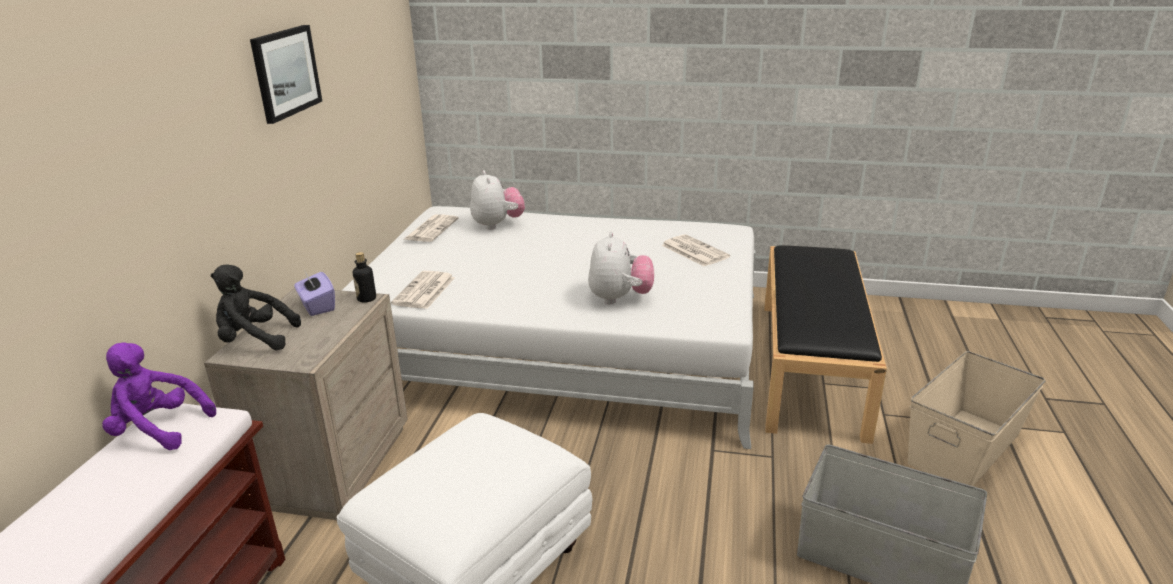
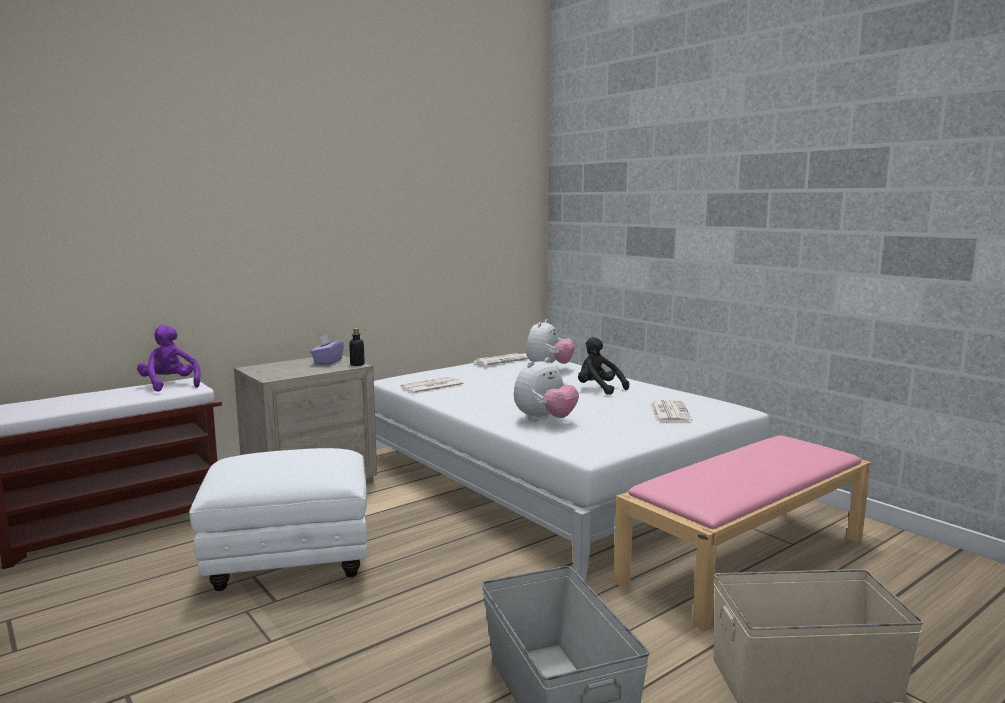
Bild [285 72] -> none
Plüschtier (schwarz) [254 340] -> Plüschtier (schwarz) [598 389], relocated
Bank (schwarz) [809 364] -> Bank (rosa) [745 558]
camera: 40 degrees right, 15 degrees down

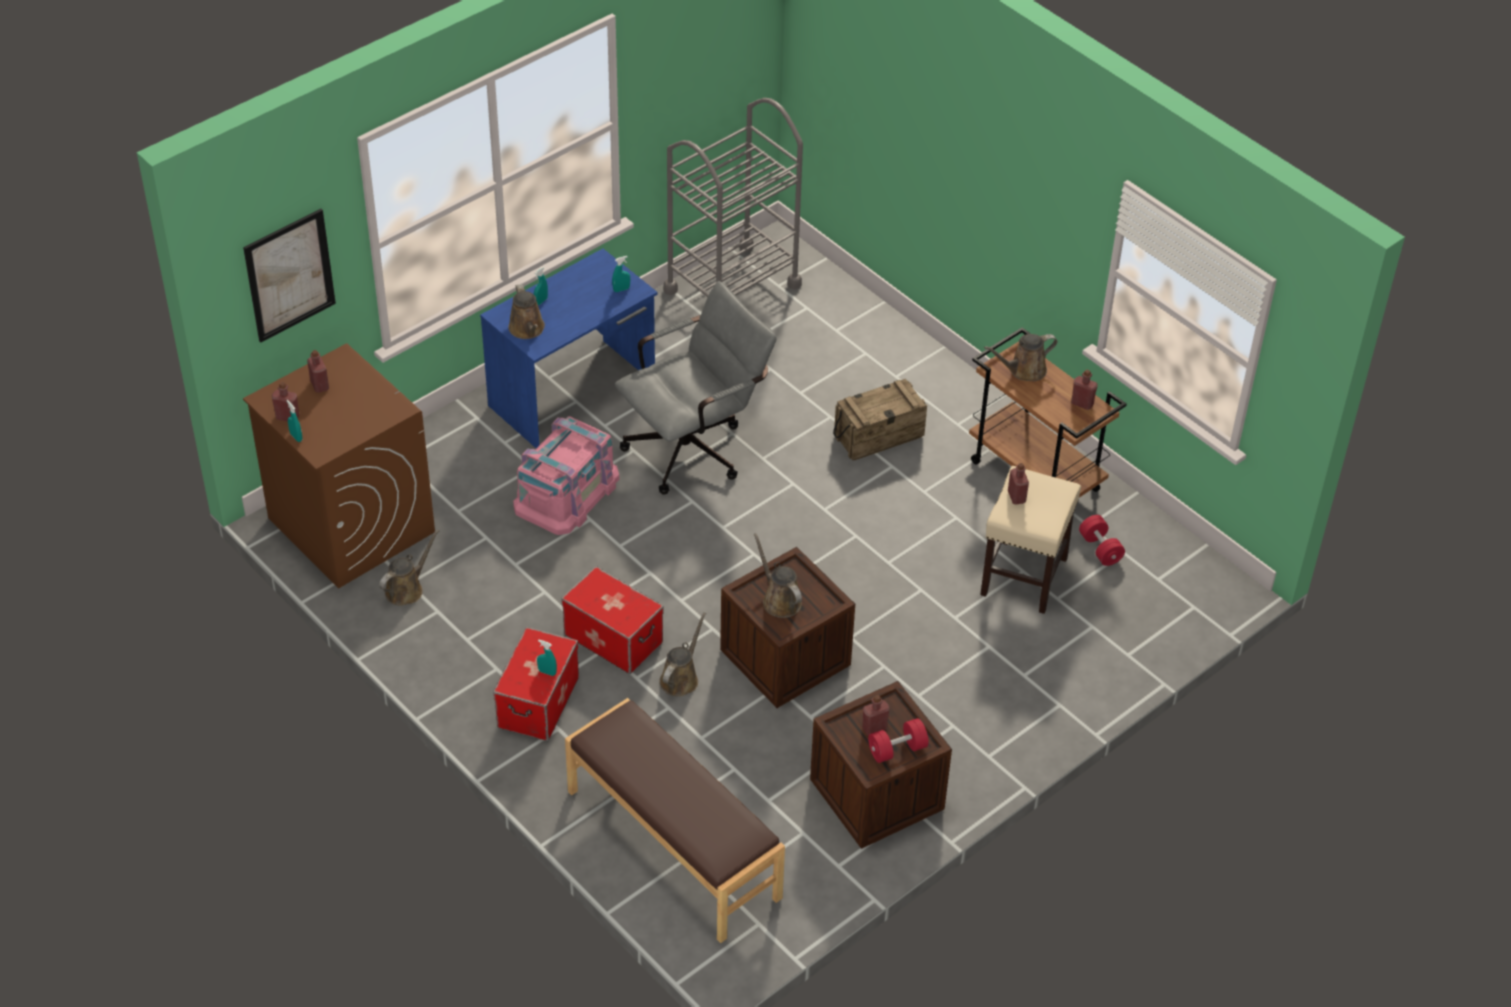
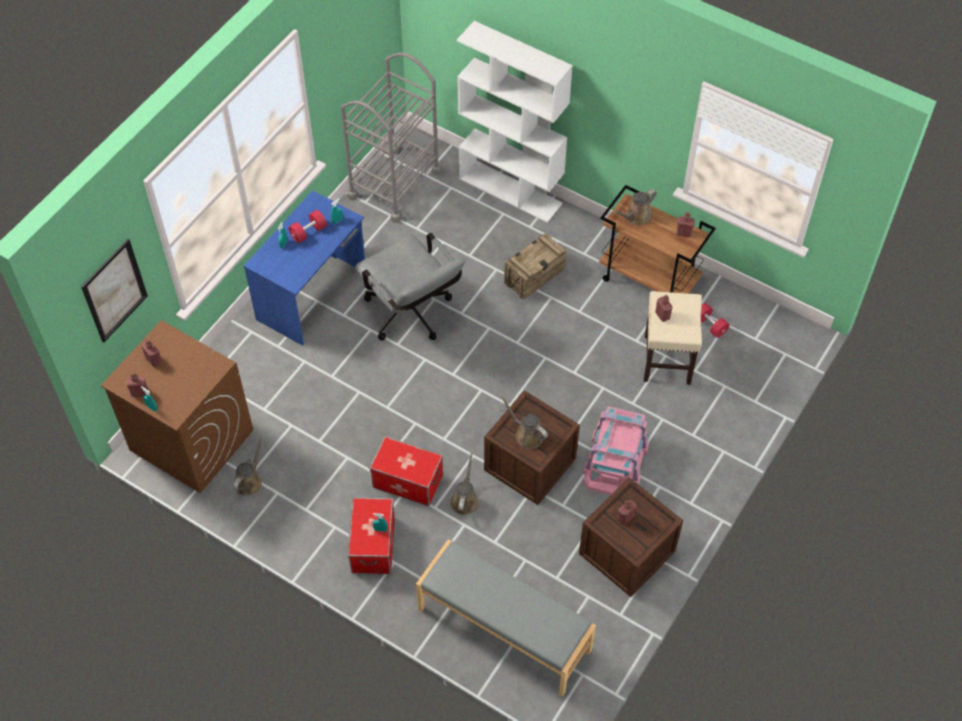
Gießkanne (braun) [527 329] -> none
none -> Bücherregal (weiß) [511 191]
Aufbewahrungsbox (rosa) [566 492] -> Aufbewahrungsbox (rosa) [615 460], relocated
Hantel (rot) [897 749] -> Hantel (rot) [308 232], relocated
Bank (braun) [672 845] -> Bank (grau) [503 630]
Bürostuhl (grau) [695 447] -> Bürostuhl (grau) [412 316], 105 degrees clockwise
camera: 15 degrees left, 10 degrees up

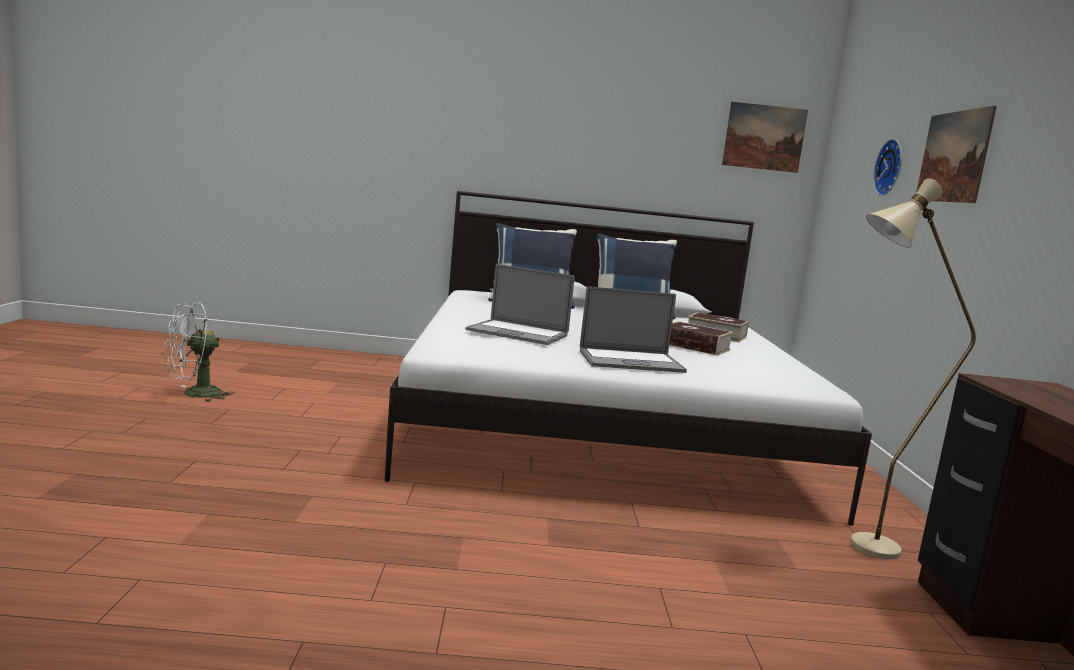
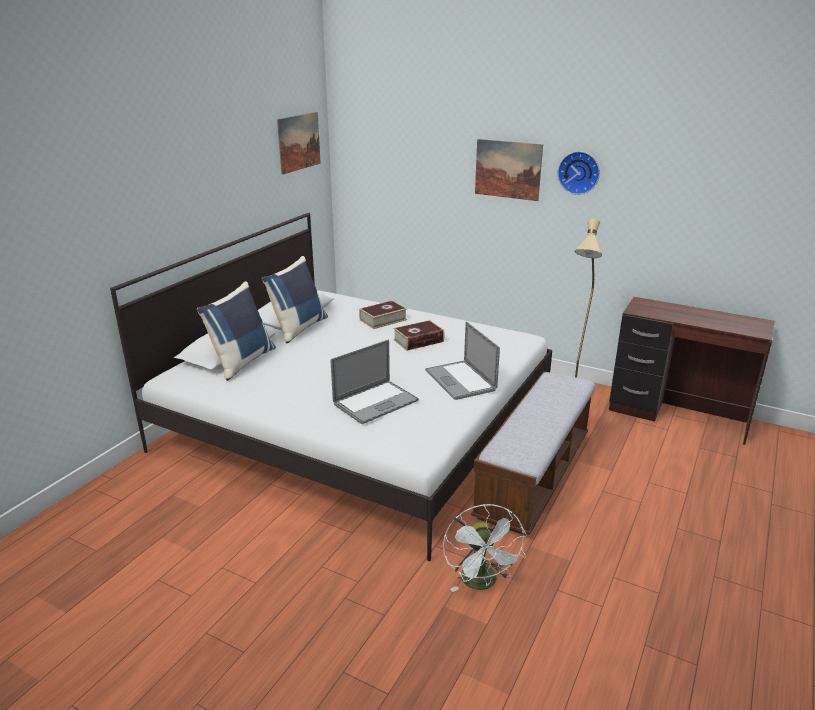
none -> Bank [534 476]
Ventilator (weiß) [194 394] -> Ventilator (weiß) [482 583], relocated
Wanduhr [891 168] -> Wanduhr [579 172], relocated
Laptop [630 361] -> Laptop [460 380], 135 degrees clockwise
camera: 60 degrees left, 15 degrees up

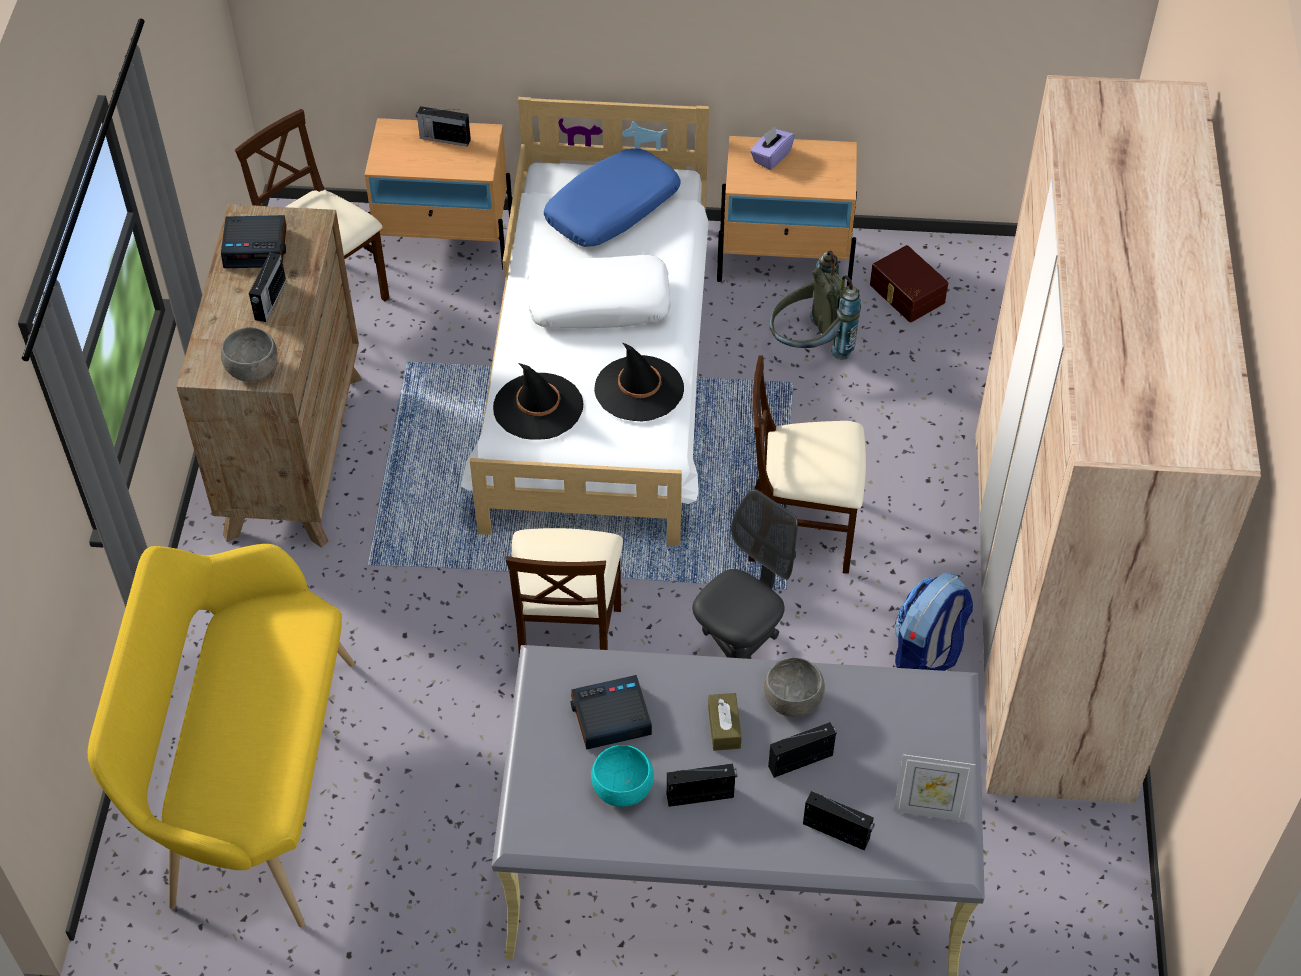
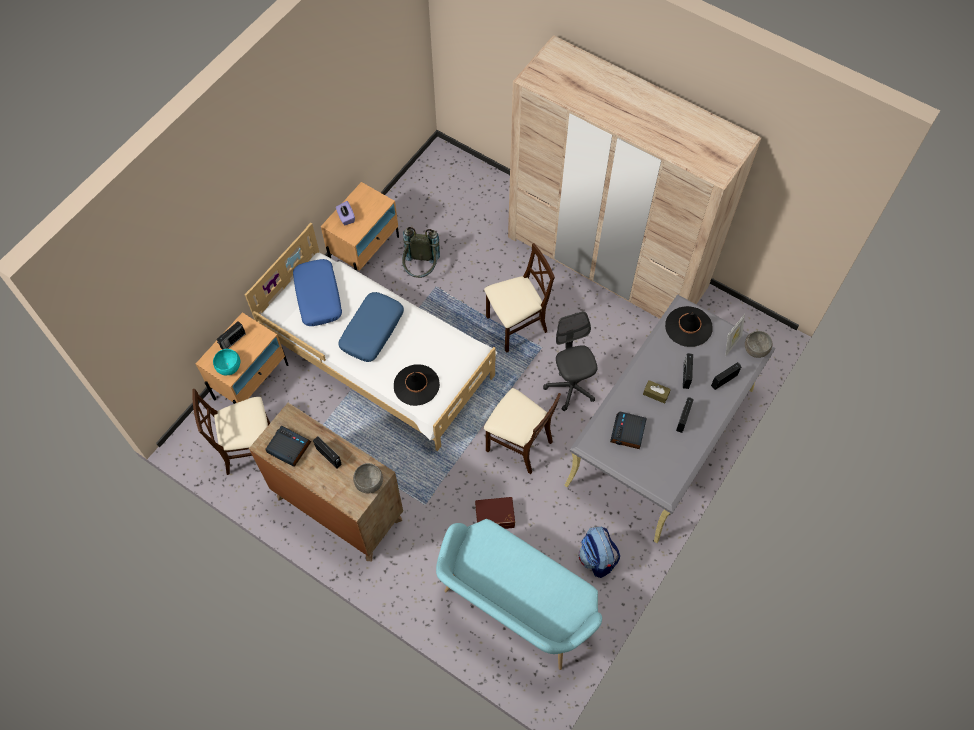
Schüssel (türkis) [622 788] -> Schüssel (türkis) [229 367], relocated
Hut (schwarz) [639 389] -> Hut (schwarz) [688 327], relocated
Schüssel (grau) [793 700] -> Schüssel (grau) [755 349], relocated
Aufbewahrungsbox (braun) [906 294] -> Aufbewahrungsbox (braun) [495 517], relocated
Rucksack [927 653] -> Rucksack [597 558], relocated
Bank (gelb) [250 784] -> Bank (türkis) [515 608]
Kissen (weiß) [599 302] -> Kissen (blau) [372 330]
Wecker [256 247] -> Wecker [288 448], 90 degrees counterclockwise
Stuhl (beige) [802 531] -> Stuhl (beige) [516 326], 150 degrees counterclockwise
camera: 60 degrees left, 10 degrees up

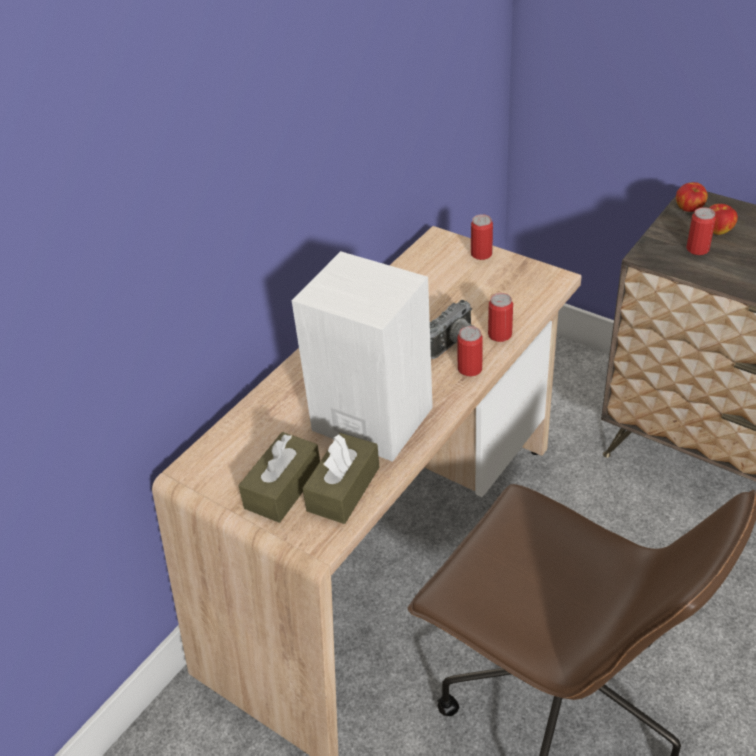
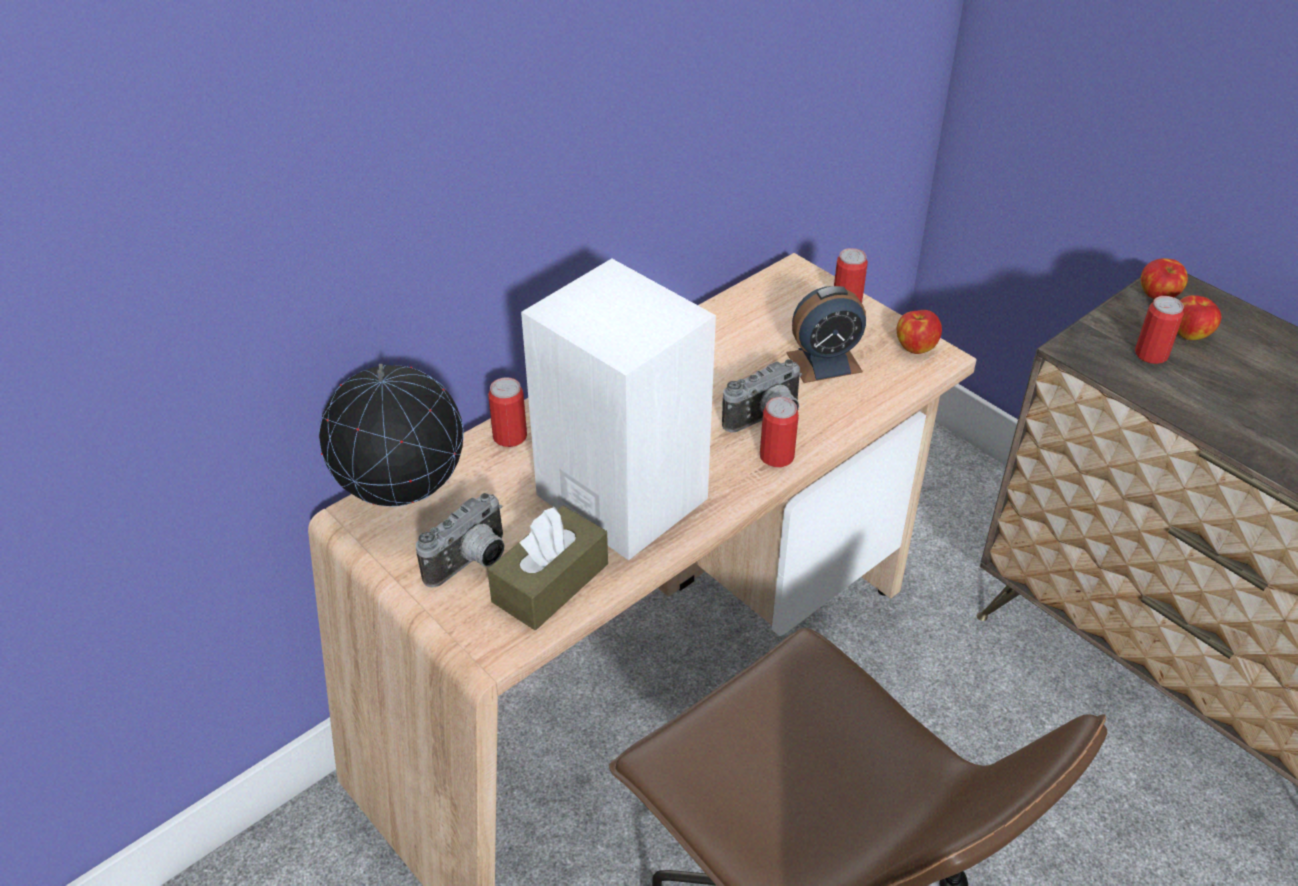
none -> Globus [403 500]
none -> Wecker [824 362]
none -> Apfel [915 347]
Dose [500 335] -> Dose [510 436], relocated
Taschentuchbox (braun) [283 487] -> Kamera [472 563]
camera: 10 degrees right, 0 degrees up

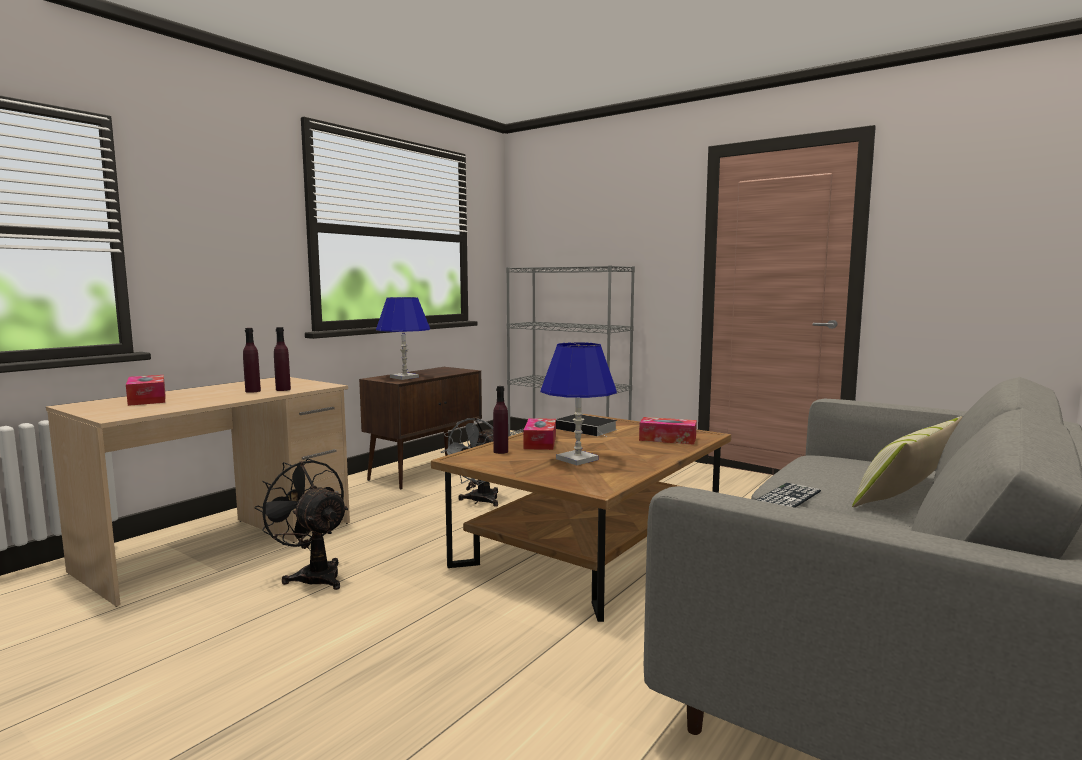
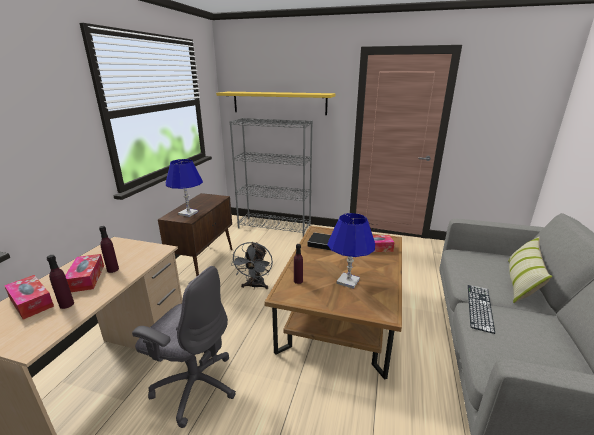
none -> Wandregal (gelb) [279 103]
Flasche (lila) [283 389] -> Flasche (lila) [66 304], relocated
Taschentuchbox [540 442] -> Taschentuchbox [86 278], relocated
Ventilator (schwarz) [313 575] -> Bürostuhl (grau) [195 385]
camera: 20 degrees left, 15 degrees up

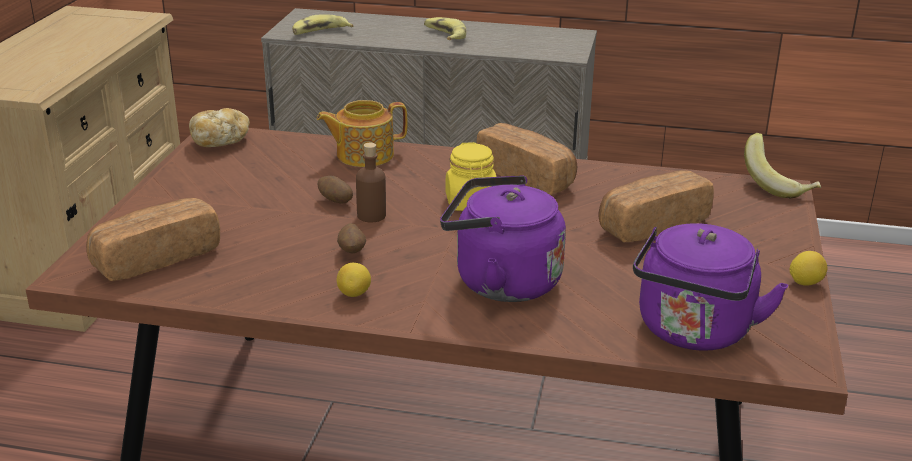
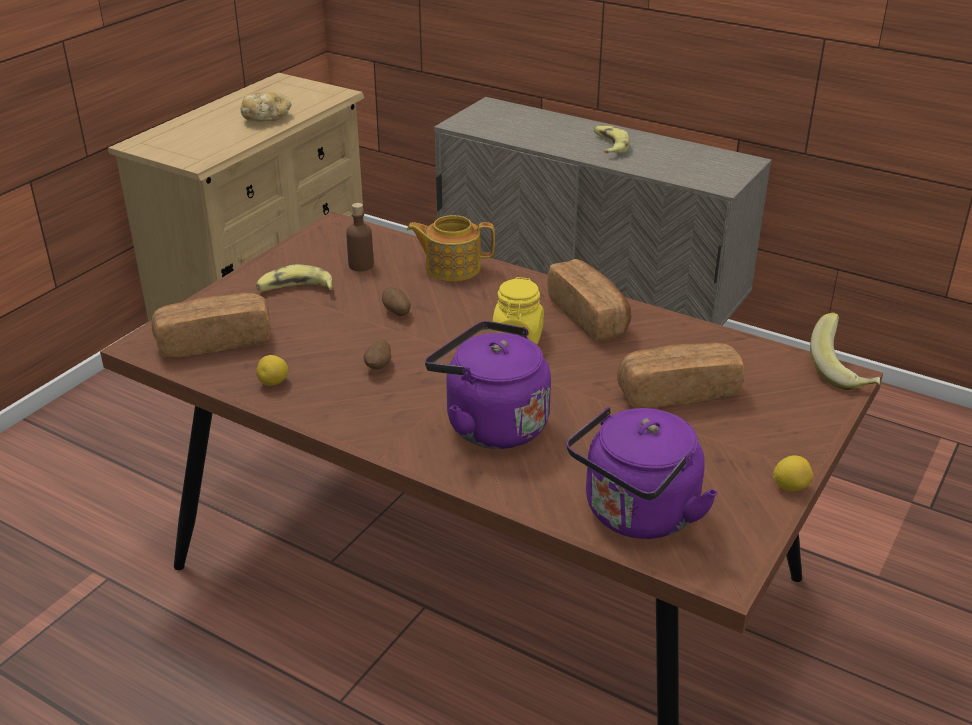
Brot [220 141] -> Brot [266 118], relocated
Banane [320 32] -> Banane [295 289], relocated
Zitrone [354 294] -> Zitrone [274 383], relocated
Flasche (braun) [371 215] -> Flasche (braun) [361 265], relocated
camera: 20 degrees right, 5 degrees up

